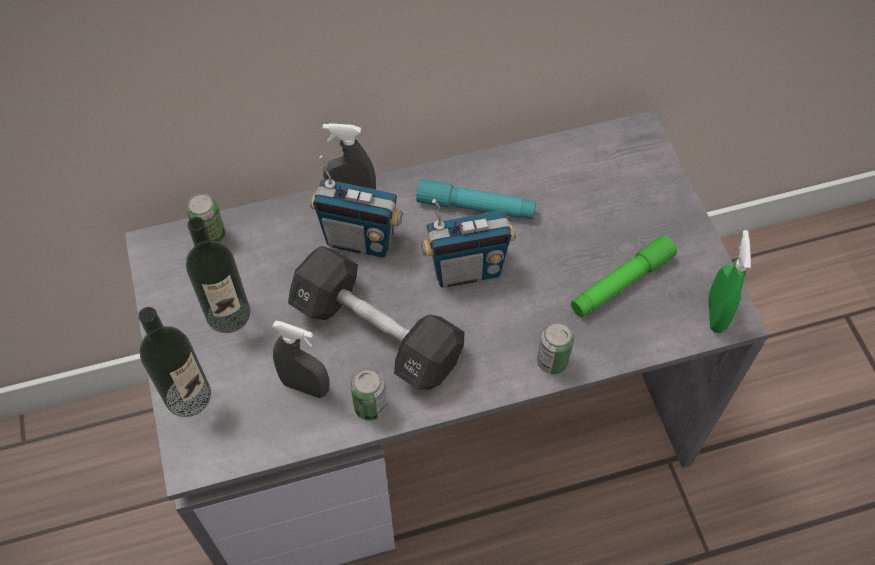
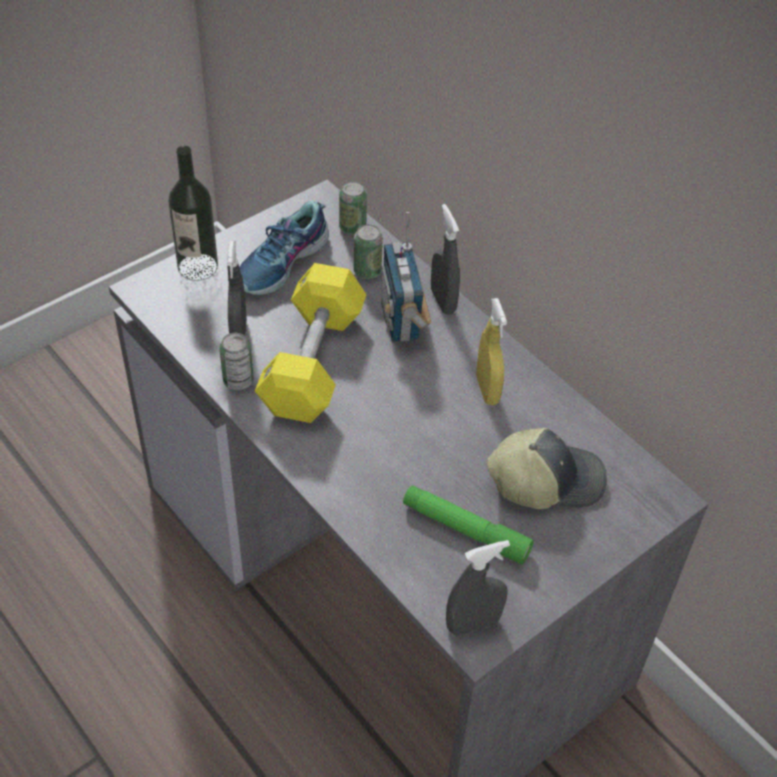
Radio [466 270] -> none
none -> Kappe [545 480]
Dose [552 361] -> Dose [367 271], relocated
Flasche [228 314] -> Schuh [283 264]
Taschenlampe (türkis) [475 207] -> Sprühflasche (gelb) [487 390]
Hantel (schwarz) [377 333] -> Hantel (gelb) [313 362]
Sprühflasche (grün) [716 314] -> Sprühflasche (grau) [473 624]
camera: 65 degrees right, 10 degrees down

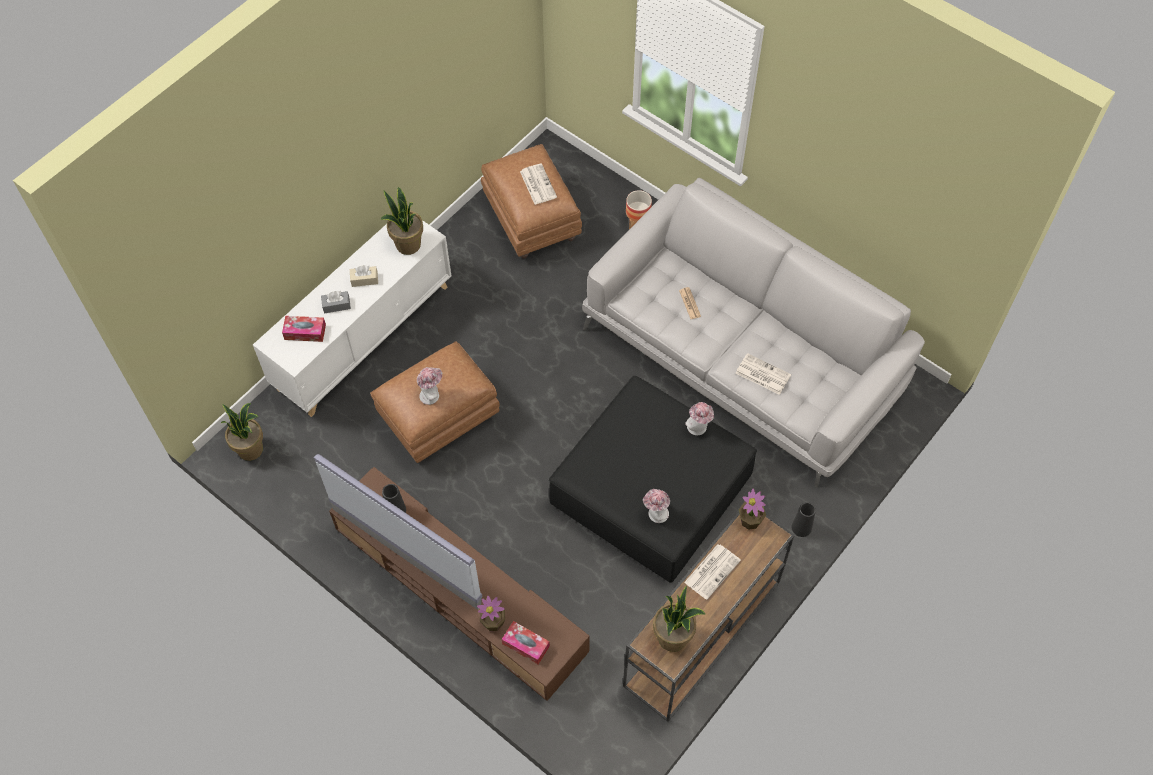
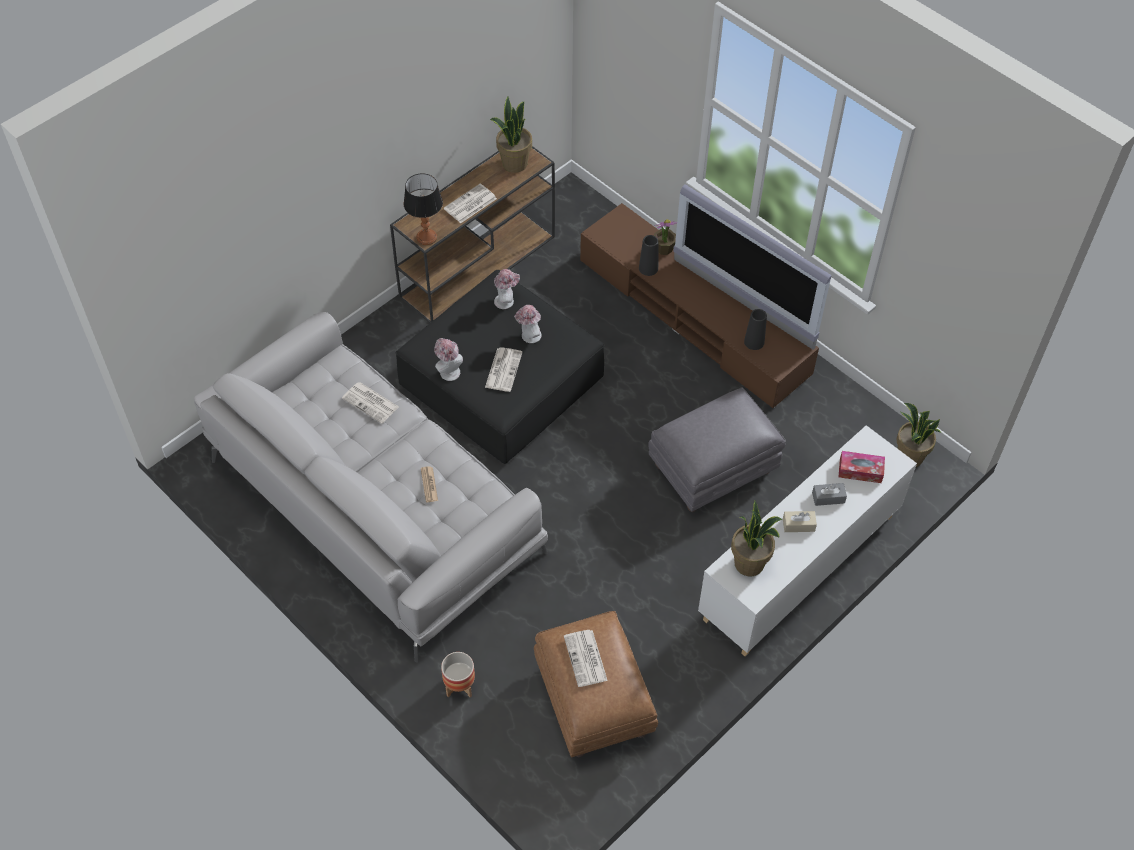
Taschentuchbox [526 645] -> none
none -> Zeitung [503 369]
Hut [431 394] -> Hut [528 336], relocated
Vase (schwarz) [801 527] -> Vase (schwarz) [648 268], relocated
Topfpflanze [750 521] -> Tischlampe [426 237]
Polsterhocker (braun) [438 420] -> Polsterhocker (grau) [713 468]
camera: 175 degrees left, 5 degrees down

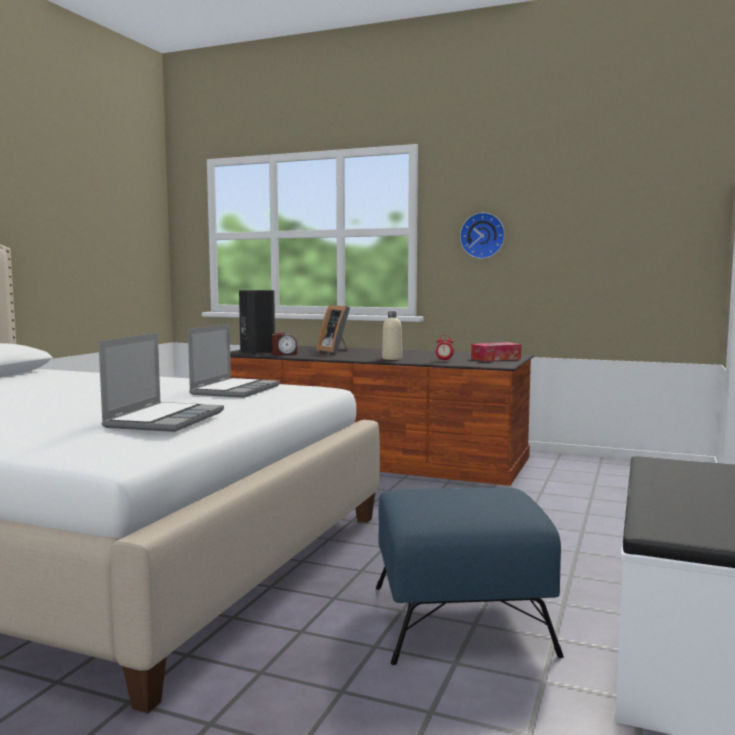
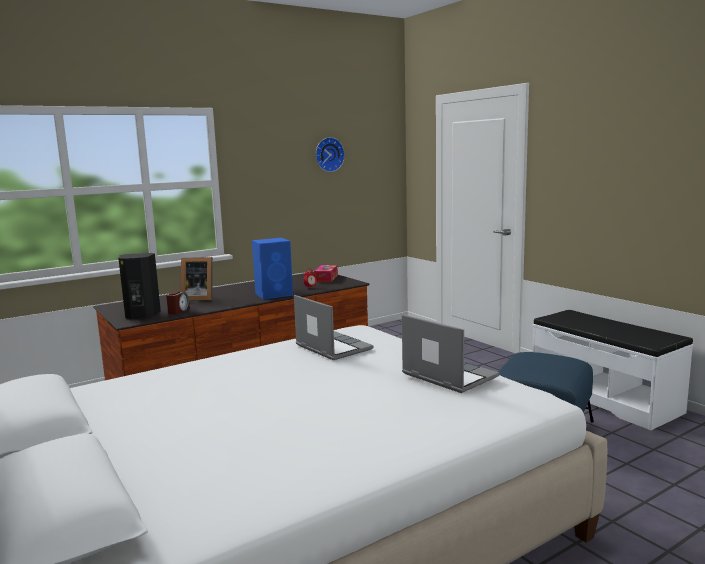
Wanduhr [483 235] -> Wanduhr [328 154], relocated
Flasche (beige) [392 358] -> Lautsprecher (blau) [275 294]
camera: 55 degrees left, 5 degrees up

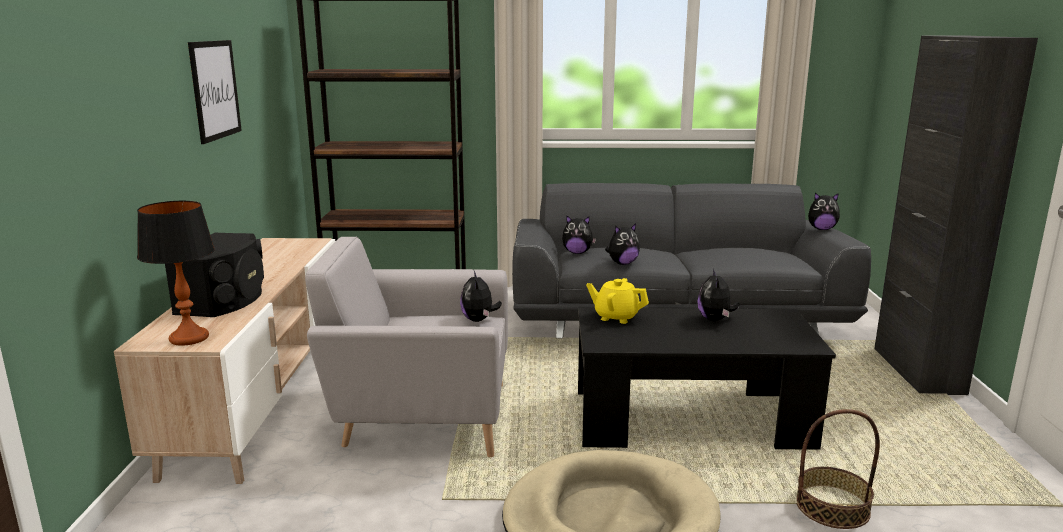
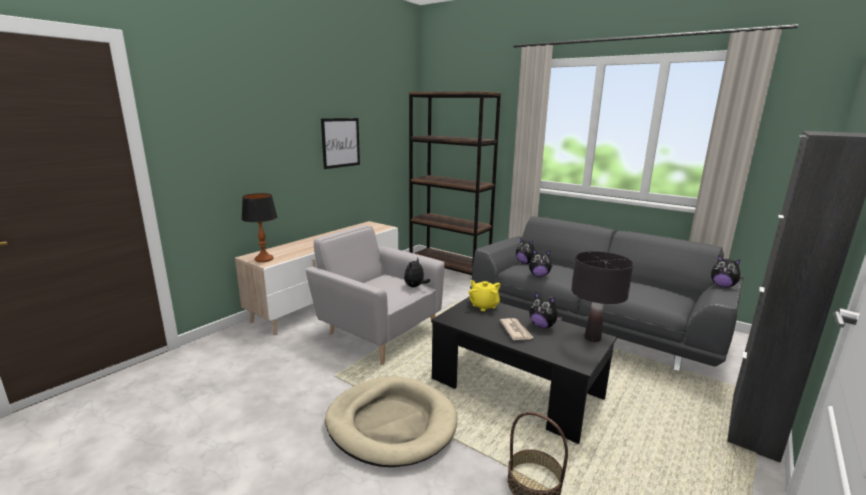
Lautsprecher (schwarz) [225 299] -> none
none -> Zeitung [516 331]
none -> Tischlampe (schwarz) [592 338]
Plüschtier [715 320] -> Plüschtier [542 326], 90 degrees counterclockwise
camera: 35 degrees right, 0 degrees up

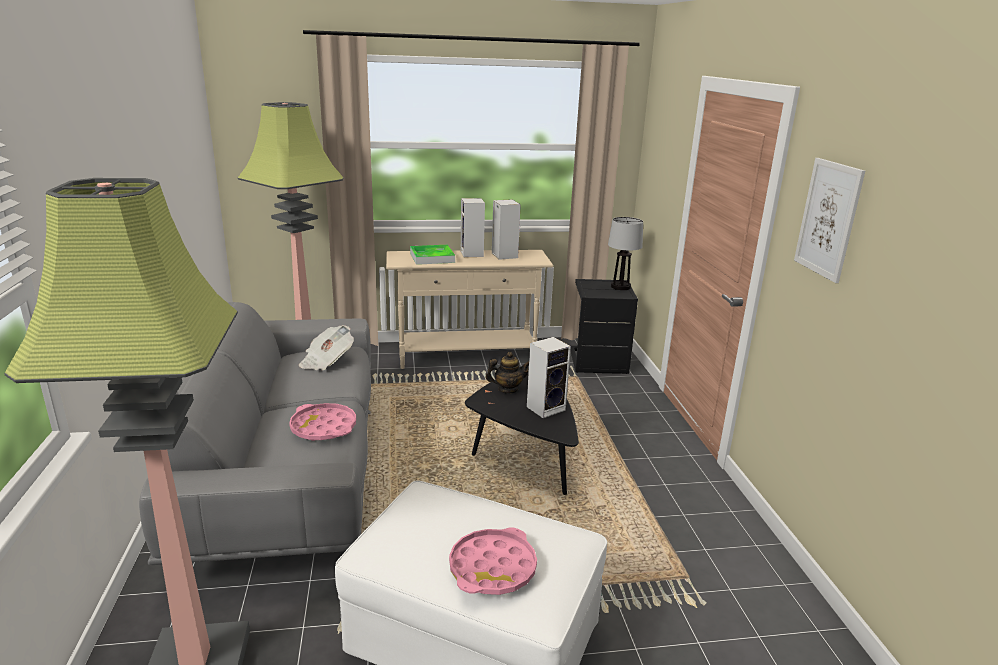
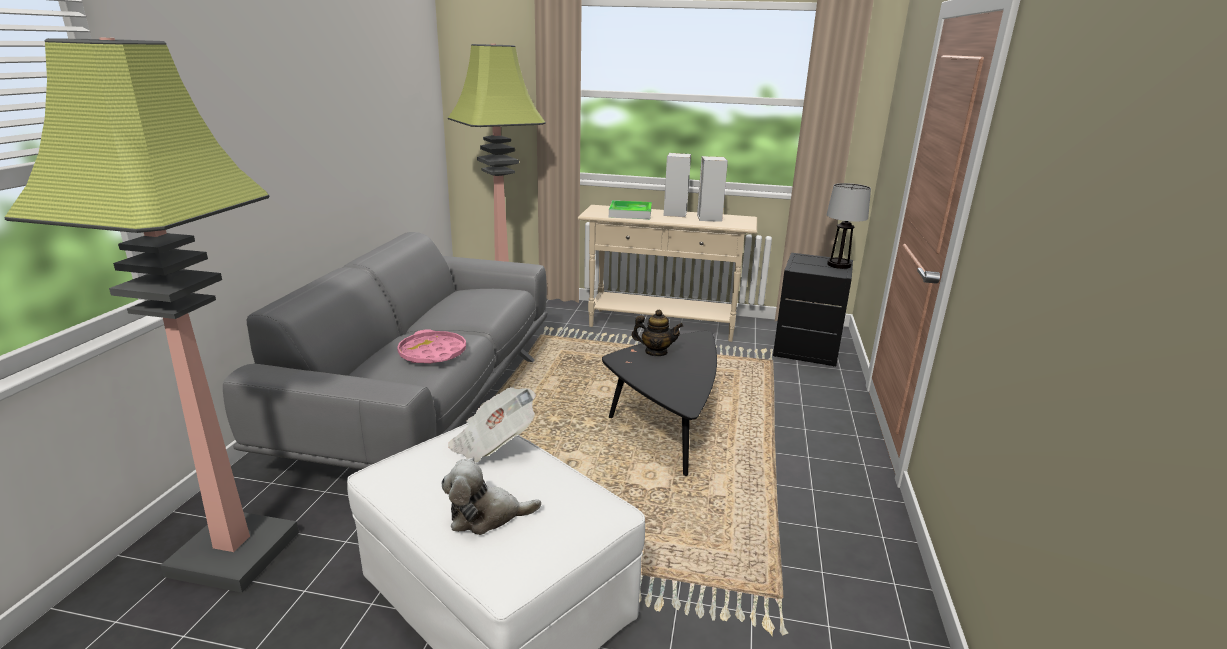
Lautsprecher [546 408] -> none
Bild [828 219] -> none
Zeitung [326 361] -> Zeitung [493 443], relocated
Tablett (rosa) [493 568] -> Plüschtier [486 516]
camera: 20 degrees right, 0 degrees up

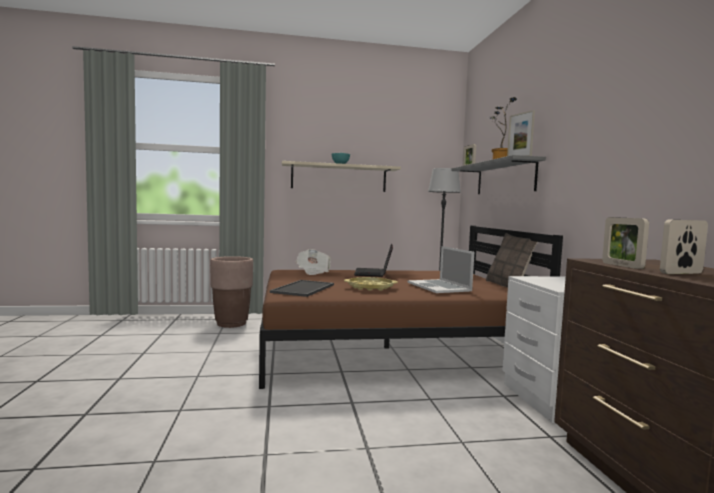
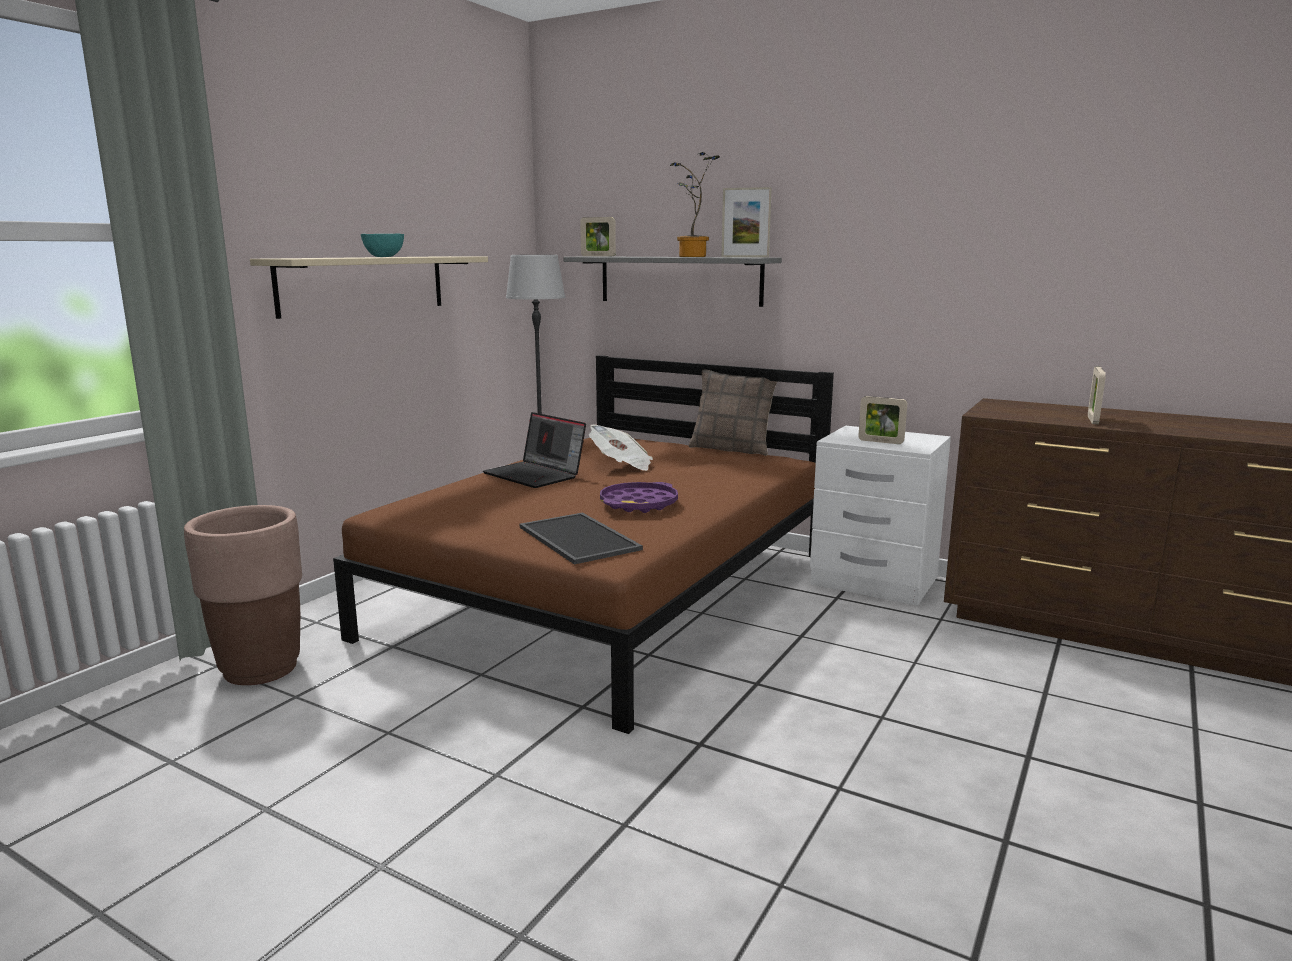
Laptop [439 286] -> none
Zeitung [313 272] -> Zeitung [622 465], relocated
Bilderrahmen [622 266] -> Bilderrahmen [880 442], relocated
Tablett (gelb) [370 287] -> Tablett (lila) [639 504]
camera: 50 degrees left, 10 degrees up

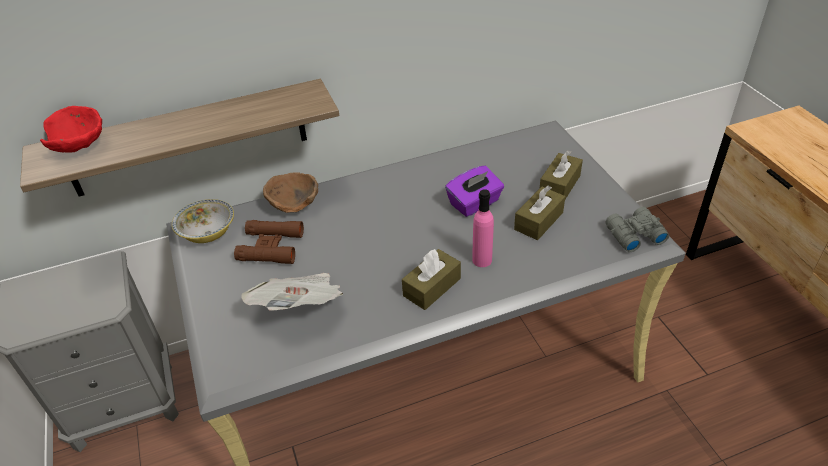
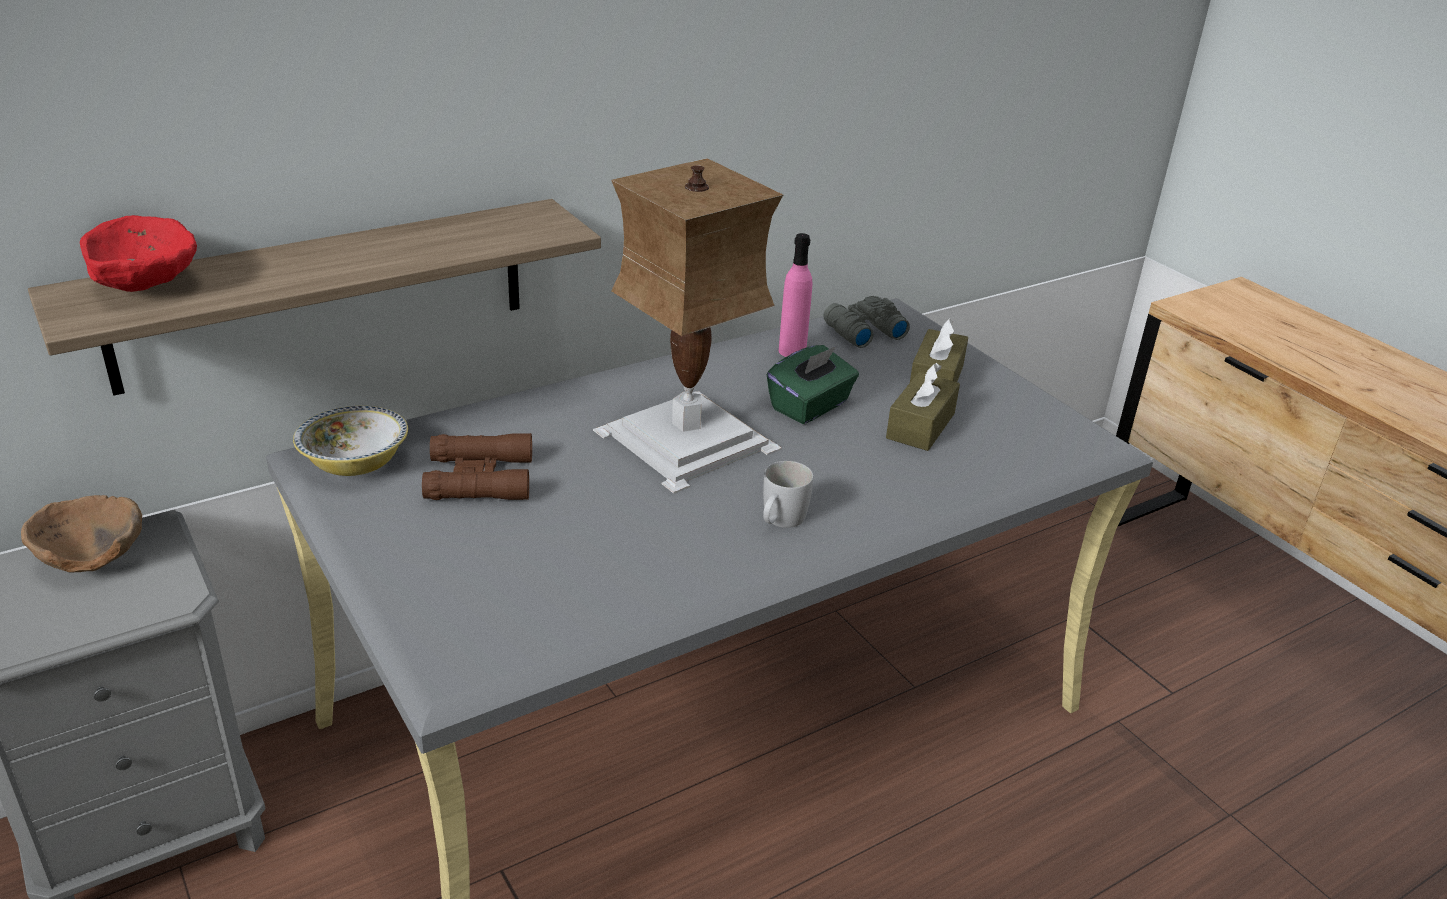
Zeitung [300 307] -> none
none -> Tischlampe [687 437]
Schüssel (braun) [295 205] -> Schüssel (braun) [95 559], relocated
Flasche (rosa) [482 260] -> Flasche (rosa) [792 351], relocated
Fernglas (grau) [633 235] -> Fernglas (grau) [862 332], relocated
Taschentuchbox (braun) [432 287] -> Henkelbecher (weiß) [780 521]
Taschentuchbox (lila) [474 203] -> Taschentuchbox (grün) [810 406]
camera: 15 degrees left, 10 degrees down

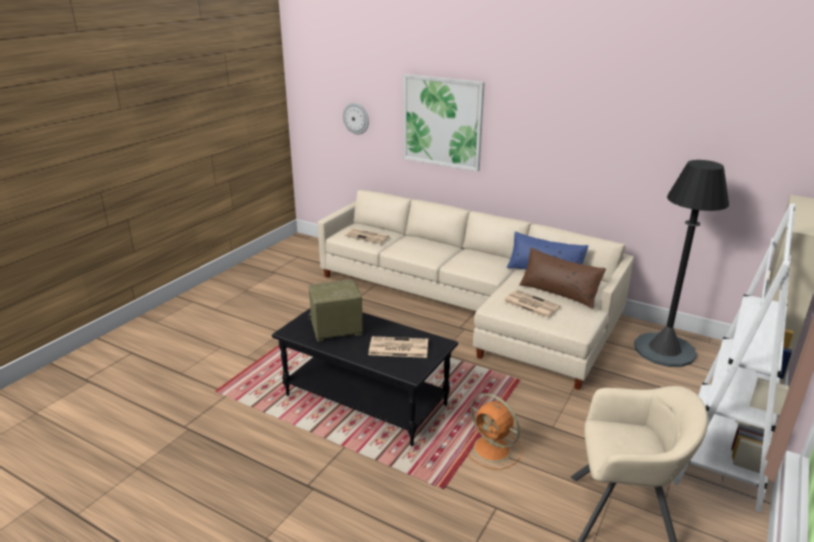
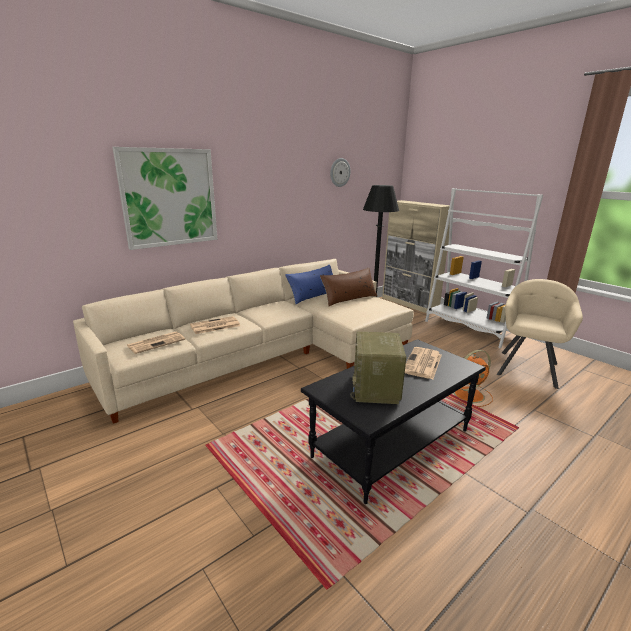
Wanduhr [356 118] -> Wanduhr [339 172], relocated
Zeitung [530 304] -> Zeitung [214 326], relocated
camera: 70 degrees left, 5 degrees down

